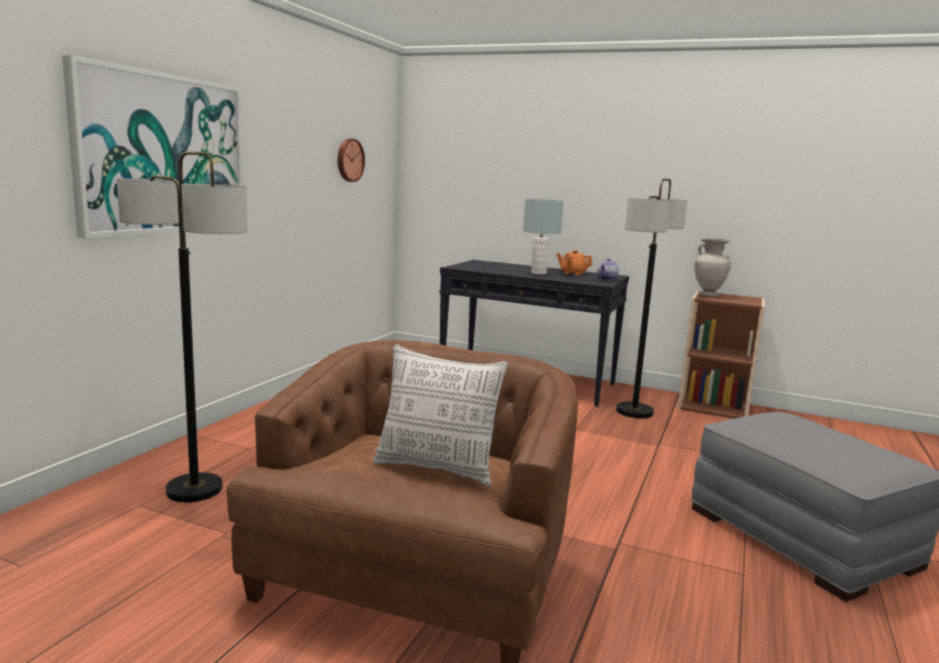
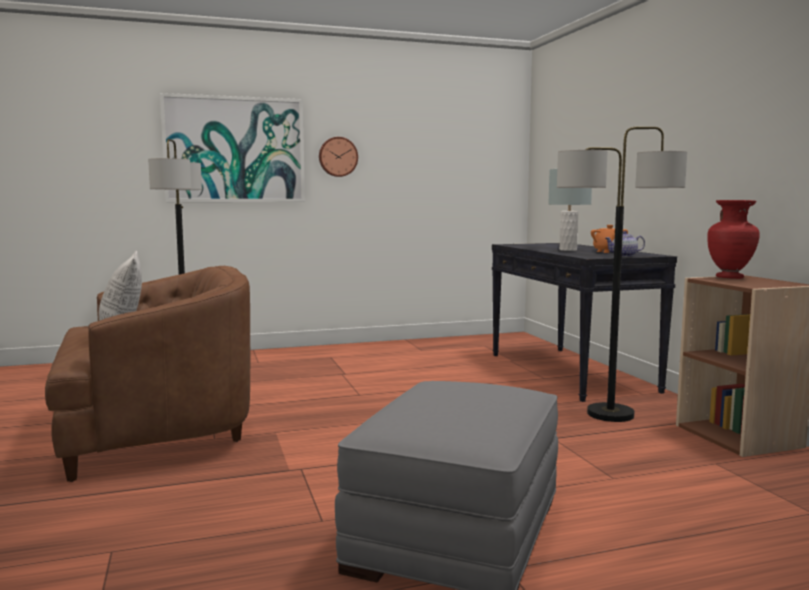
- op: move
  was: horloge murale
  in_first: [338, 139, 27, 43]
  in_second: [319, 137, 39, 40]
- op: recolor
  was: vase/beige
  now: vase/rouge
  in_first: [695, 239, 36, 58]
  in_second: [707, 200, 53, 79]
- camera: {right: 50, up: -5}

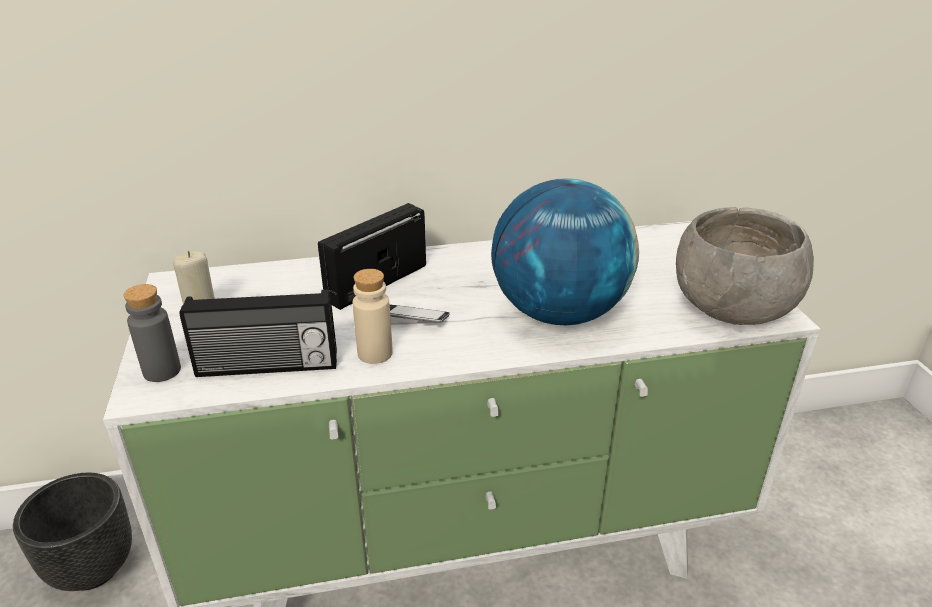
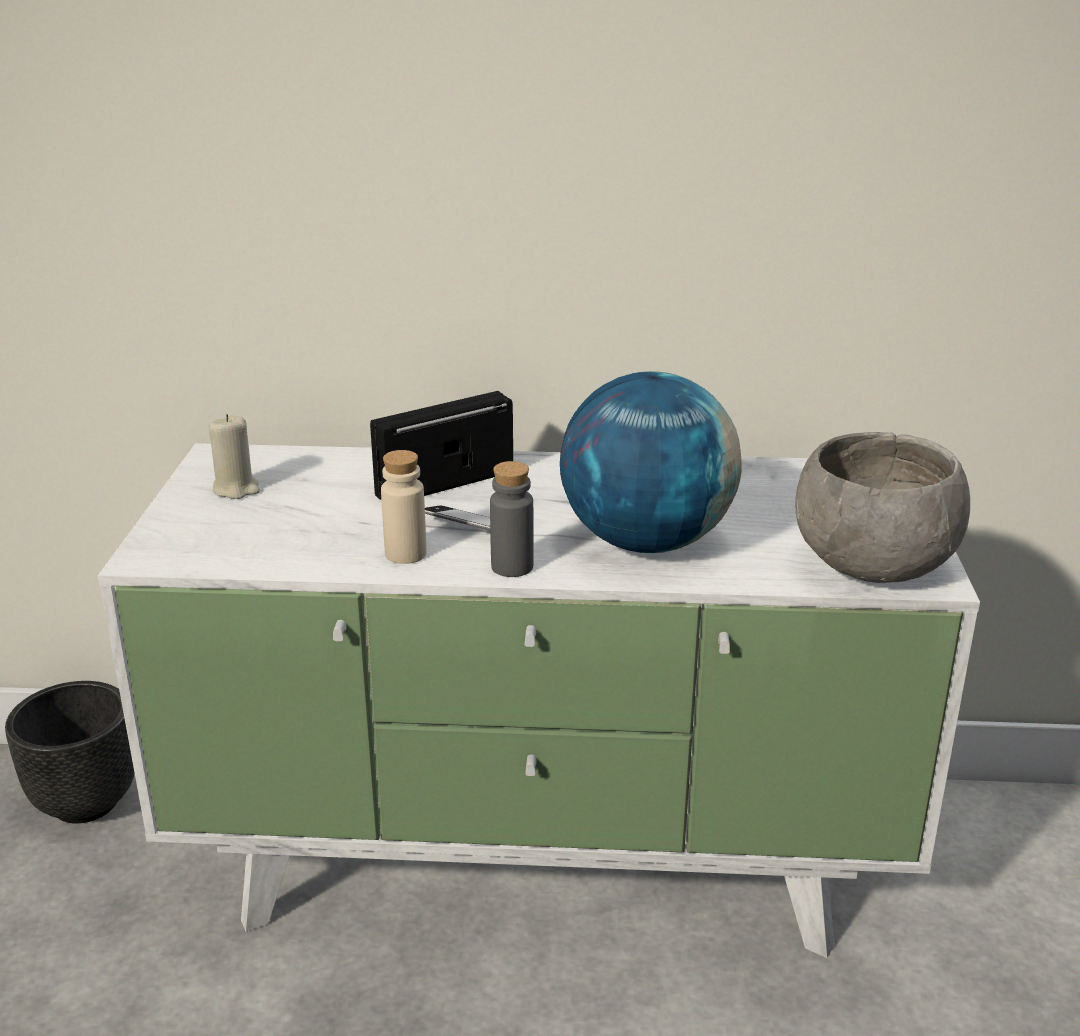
- op: move
  was: bouteille/gris
  in_first: [123, 284, 58, 98]
  in_second: [490, 461, 44, 116]
- op: delete
  was: radio
  in_first: [179, 289, 158, 88]
- camera: {right: 15, up: -5}

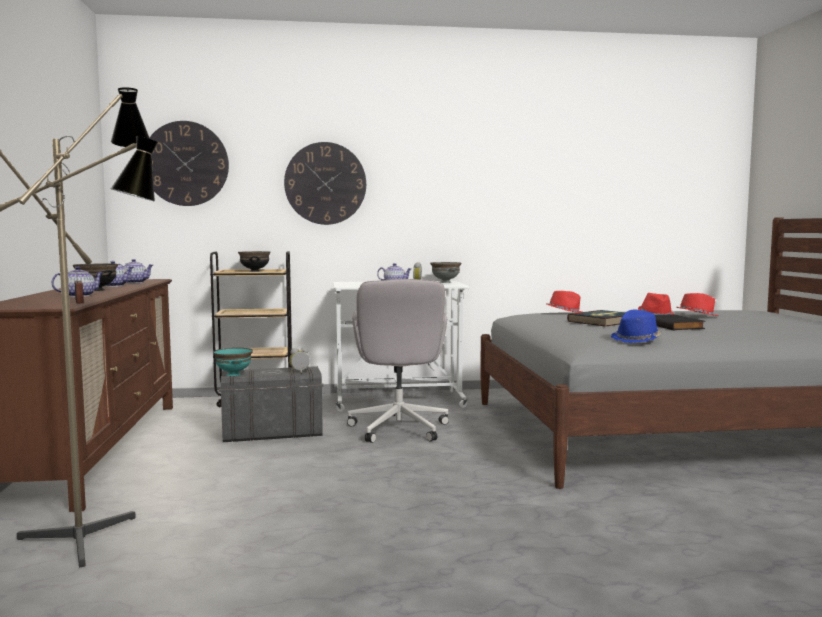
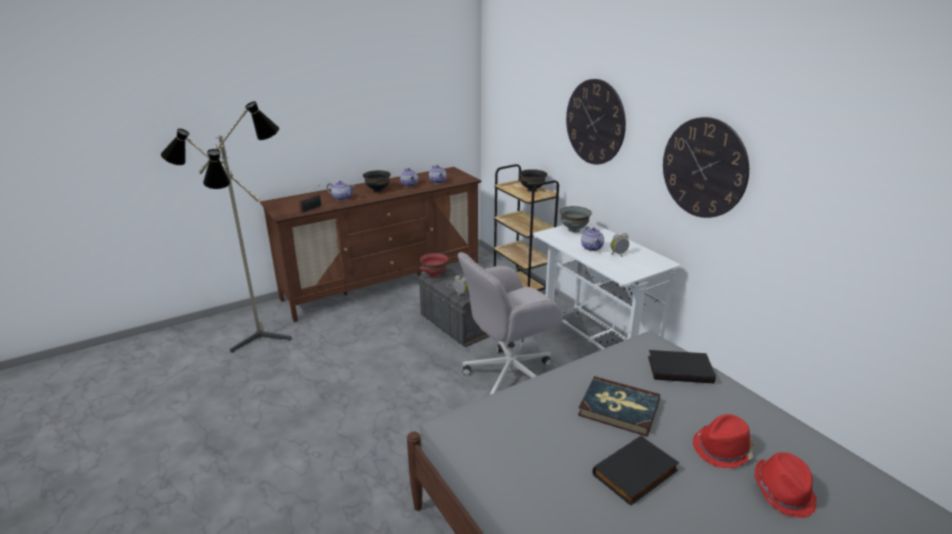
- op: move
  was: horloge murale
  in_first: [150, 121, 79, 85]
  in_second: [663, 117, 86, 101]
- op: move
  was: bol/gris
  in_first: [430, 262, 31, 21]
  in_second: [560, 206, 32, 26]
- op: replace
  was: chapeau/rouge
  now: livre/noir
  in_first: [546, 291, 36, 22]
  in_second: [648, 350, 68, 33]
- op: delete
  was: chapeau/bleu
  in_first: [611, 310, 50, 33]
- op: recolor
  was: bol/turquoise
  now: bol/rouge
  in_first: [213, 348, 40, 28]
  in_second: [419, 253, 29, 24]
- camera: {right: 65, up: 20}

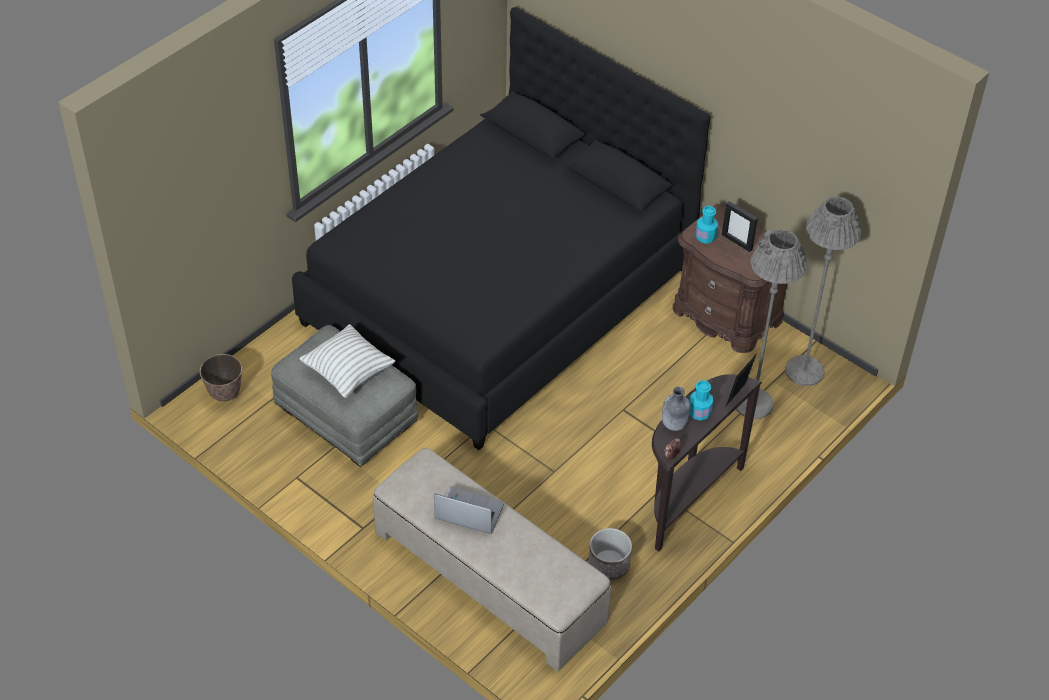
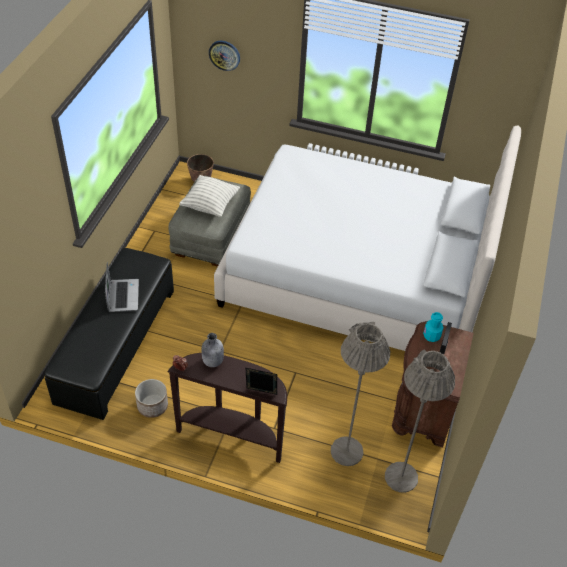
- op: recolor
  was: lit/noir
  now: lit/blanc
  in_first: [292, 7, 418, 443]
  in_second: [214, 125, 307, 226]
- op: delete
  was: bouteille/turquoise
  in_first: [689, 380, 24, 41]
- op: recolor
  was: banc/beige
  now: banc/noir
  in_first: [373, 448, 238, 223]
  in_second: [44, 248, 130, 172]
- op: insert
  now: horloge murale
  in_second: [209, 41, 31, 30]
- camera: {right: 65, up: 0}

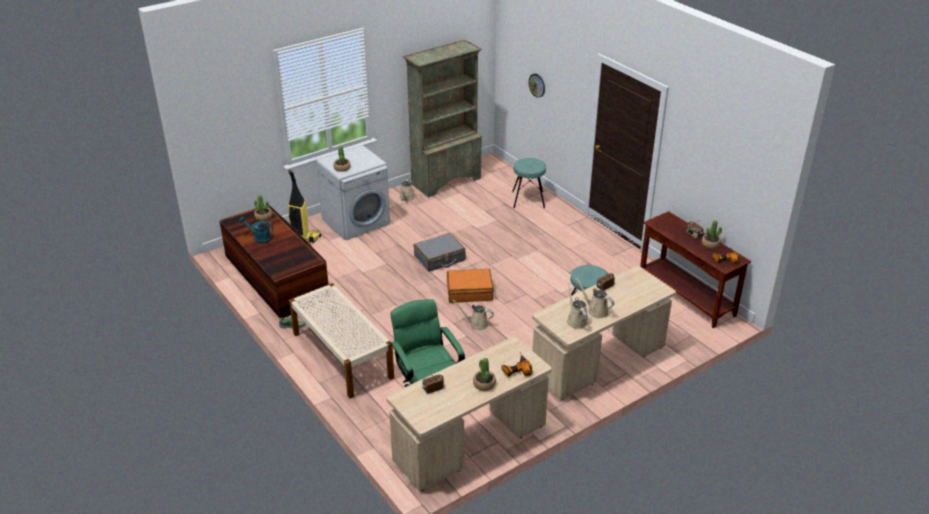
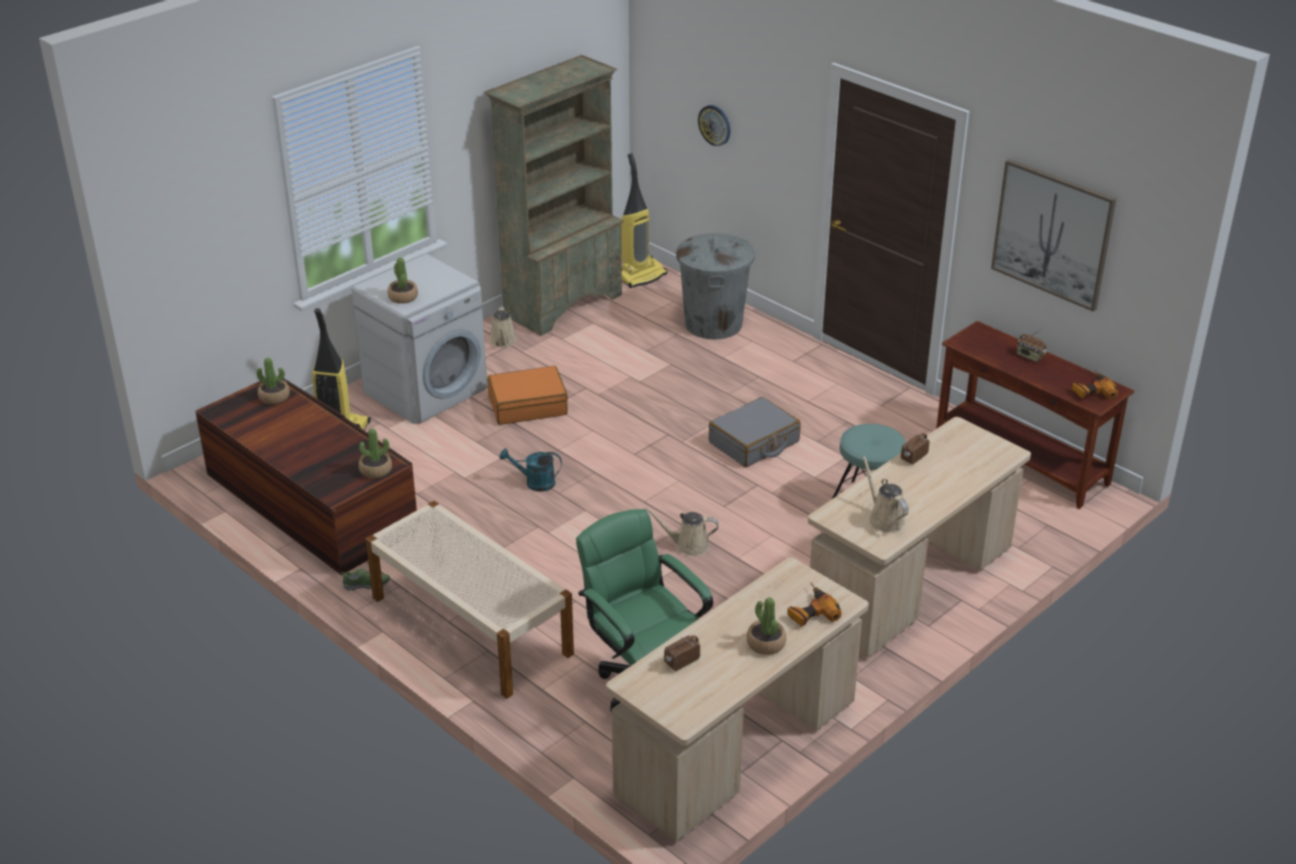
- op: replace
  was: tabouret/turquoise
  now: poubelle/gris
  in_first: [512, 158, 34, 50]
  in_second: [676, 233, 79, 106]
- op: move
  was: arrosoir/turquoise
  in_first: [239, 217, 34, 27]
  in_second: [500, 449, 62, 43]
- op: move
  was: plante en pot
  in_first: [702, 220, 20, 29]
  in_second: [359, 428, 33, 50]
- op: move
  was: valise/gris
  in_first: [414, 233, 51, 38]
  in_second: [709, 397, 92, 70]
- op: move
  was: valise/orange
  in_first: [447, 269, 46, 34]
  in_second: [487, 366, 81, 59]
- op: delete
  was: arrosoir/beige
  in_first: [576, 277, 38, 42]
- op: insert
  now: aspirateur
  in_second: [621, 153, 47, 135]
- op: insert
  now: tableau
  in_second: [991, 159, 125, 152]
- camera: {right: -10, up: 0}

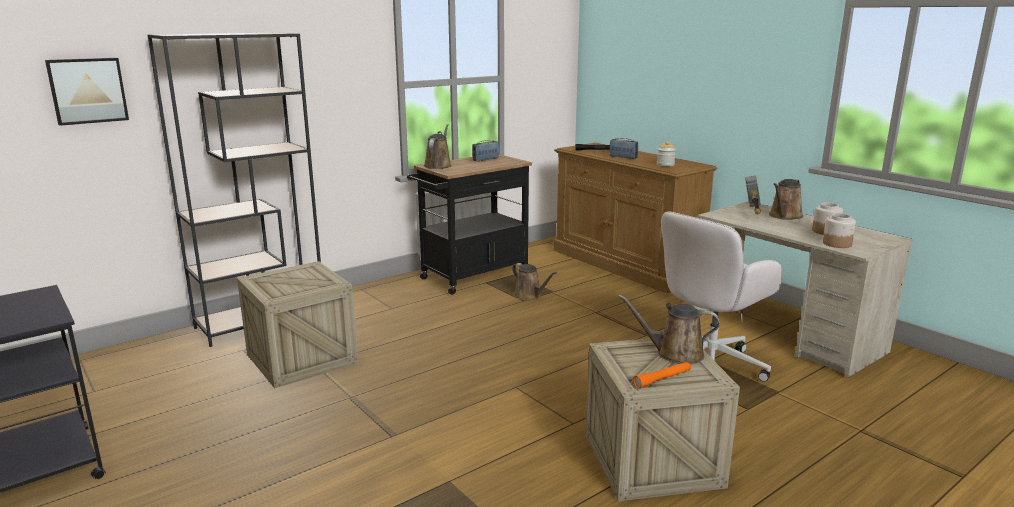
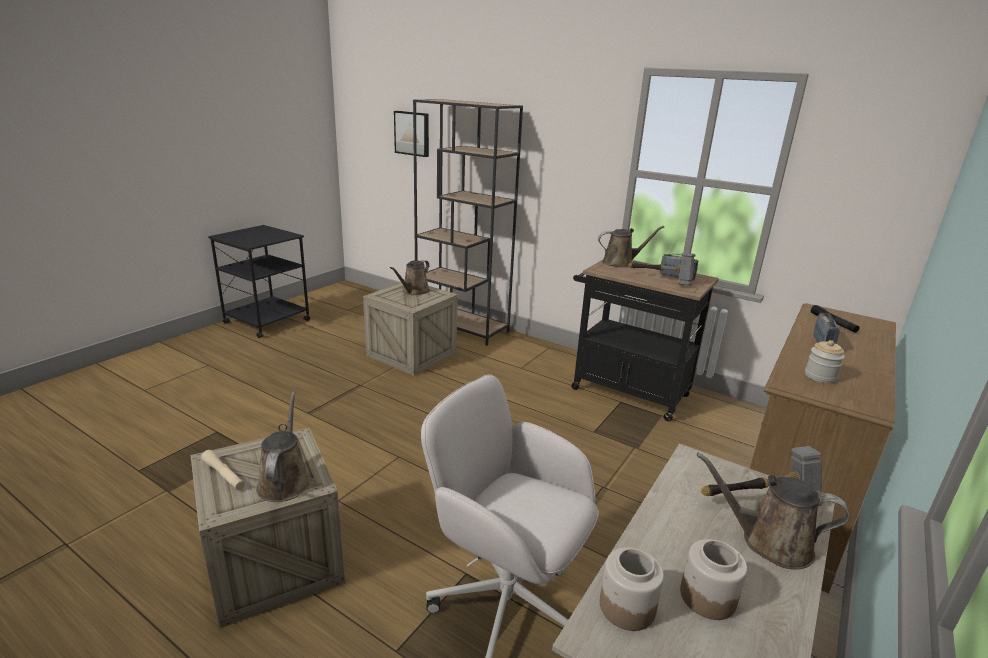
- op: move
  was: arrosoir/marron
  in_first: [512, 263, 45, 37]
  in_second: [390, 260, 40, 35]
- op: recolor
  was: lampe de poche/orange
  now: lampe de poche/beige
  in_first: [633, 362, 58, 27]
  in_second: [201, 450, 44, 40]
- op: insert
  now: marteau
  in_second: [628, 253, 67, 32]
- camera: {right: 70, up: 5}

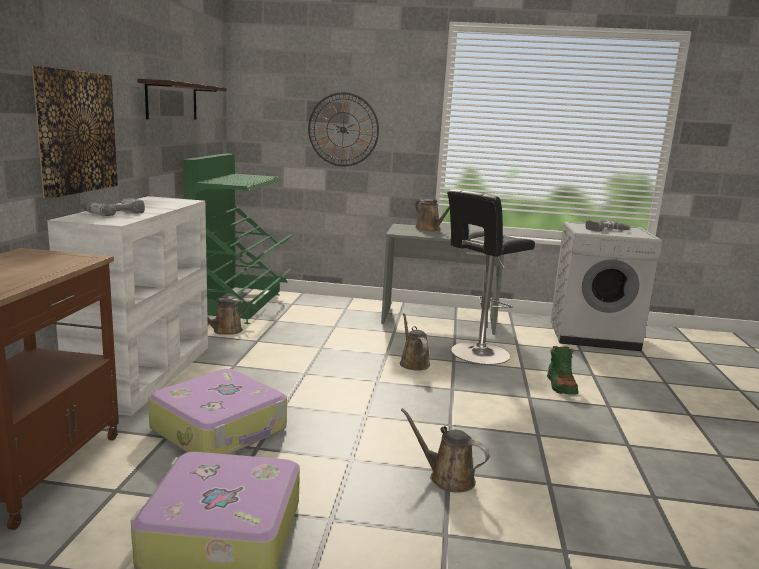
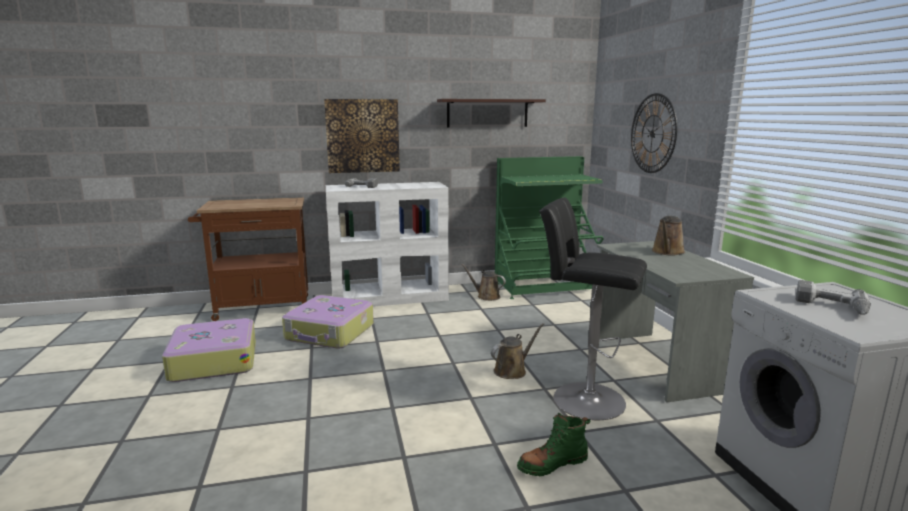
- op: delete
  was: arrosoir/marron
  in_first: [401, 408, 89, 84]
- camera: {right: 70, up: 0}

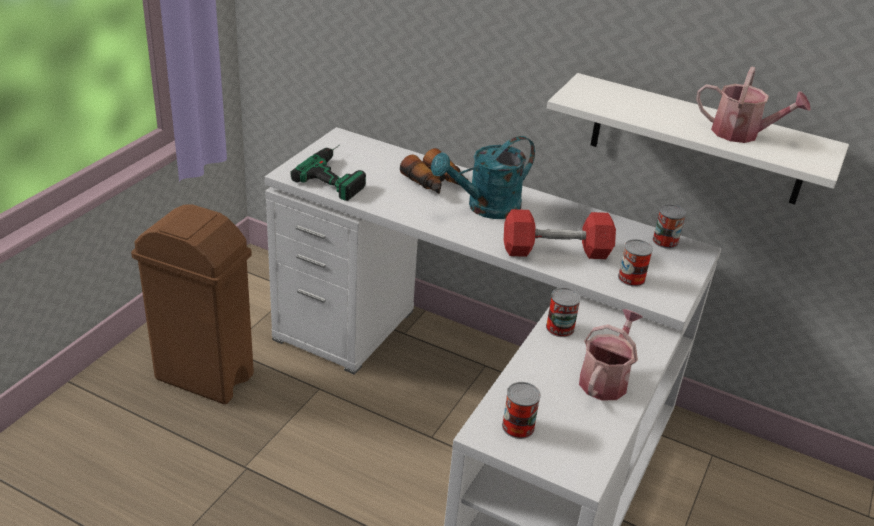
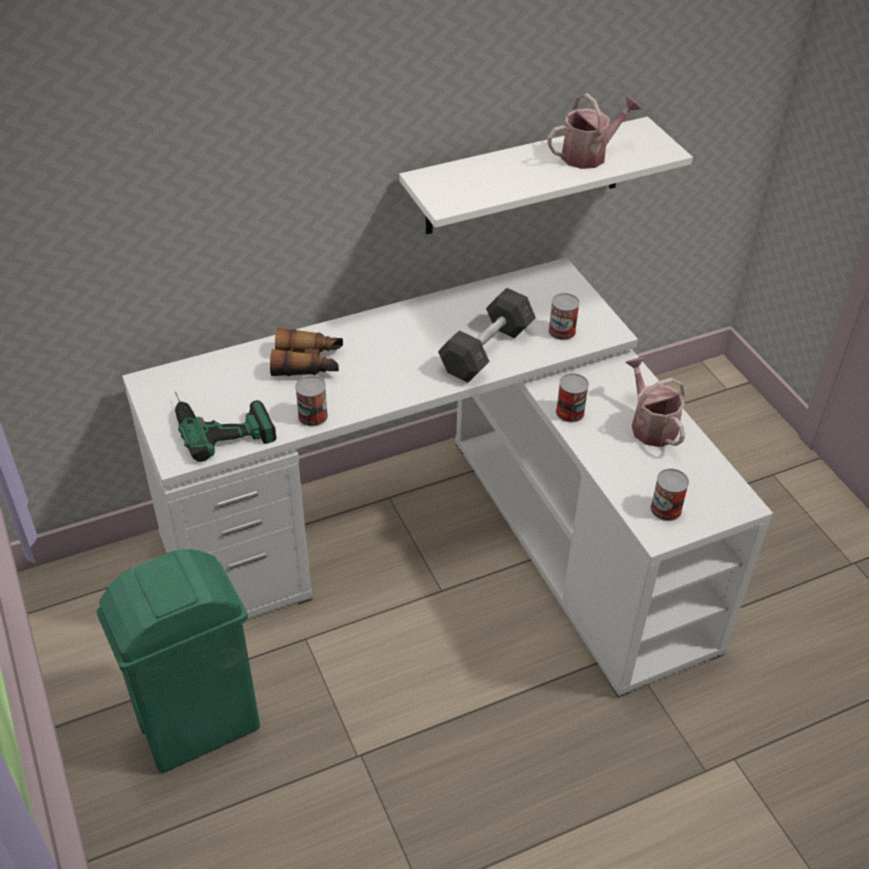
- op: delete
  was: arrosoir/turquoise
  in_first: [431, 136, 104, 83]
- op: recolor
  was: poubelle/marron
  now: poubelle/vert
  in_first: [131, 204, 123, 200]
  in_second: [97, 549, 163, 224]
- op: move
  was: boîte métallique
  in_first: [652, 204, 34, 45]
  in_second: [295, 376, 33, 51]
- op: recolor
  was: haltère/rouge
  now: haltère/gris
  in_first: [504, 209, 112, 50]
  in_second: [438, 288, 98, 95]
- camera: {right: -50, up: 10}

